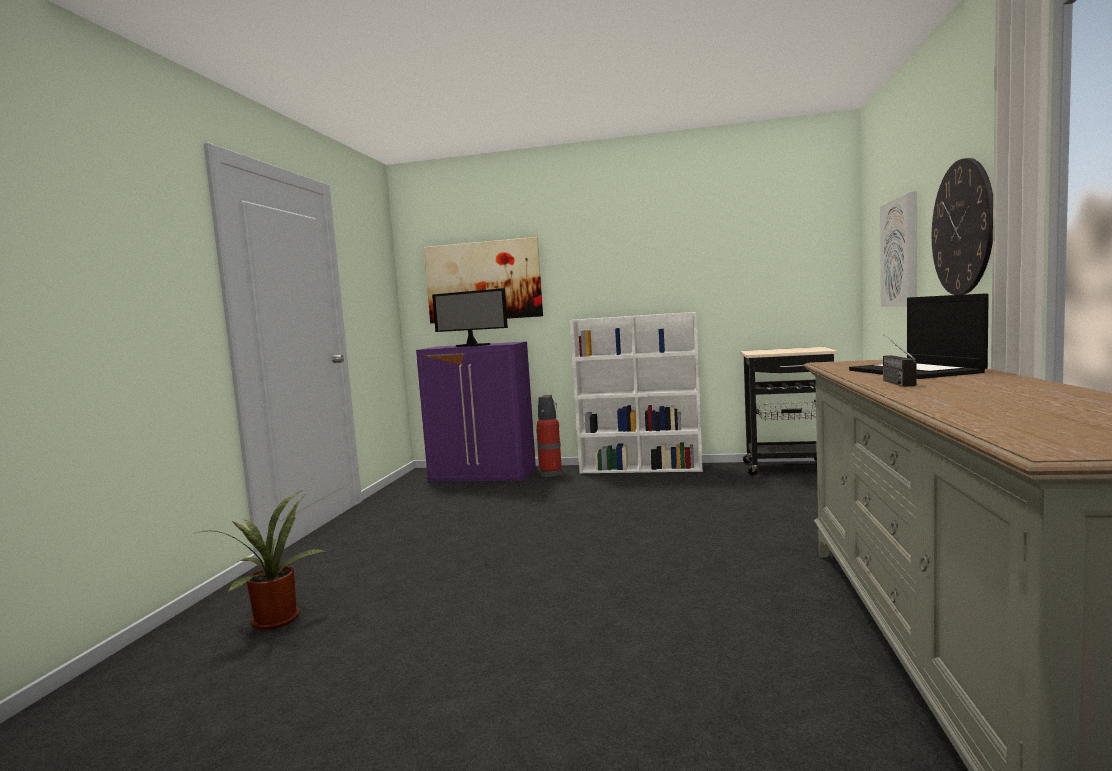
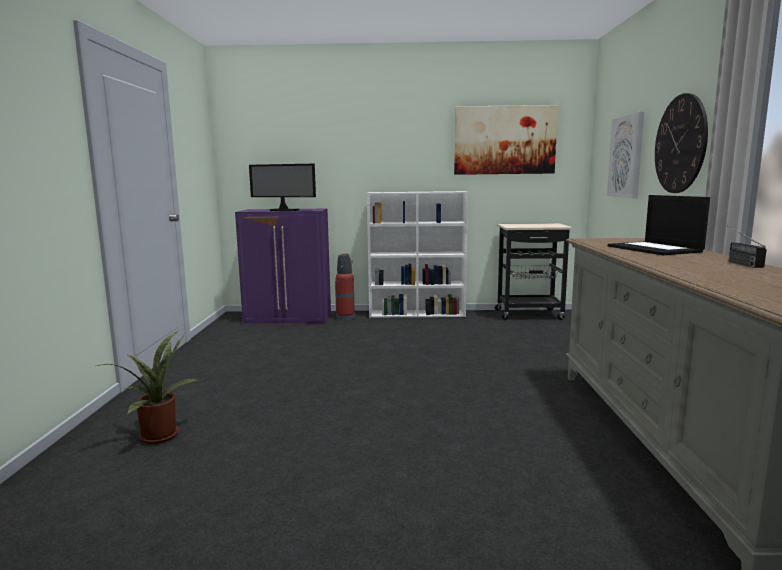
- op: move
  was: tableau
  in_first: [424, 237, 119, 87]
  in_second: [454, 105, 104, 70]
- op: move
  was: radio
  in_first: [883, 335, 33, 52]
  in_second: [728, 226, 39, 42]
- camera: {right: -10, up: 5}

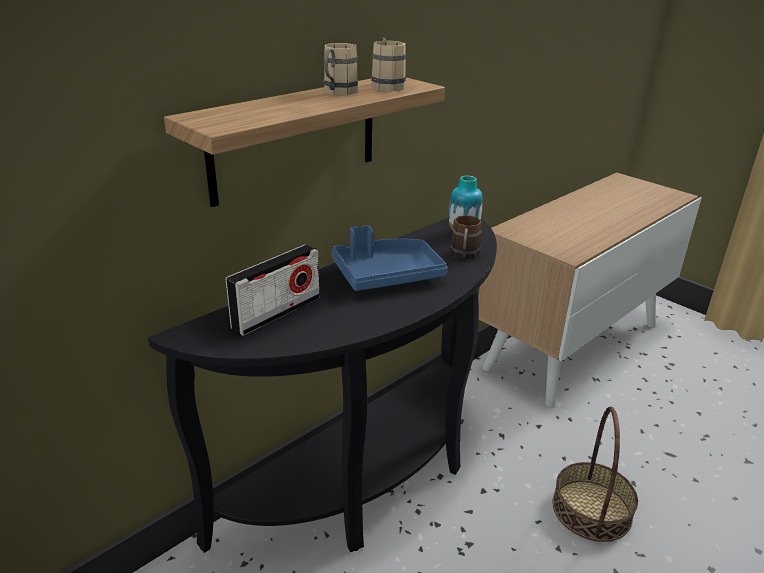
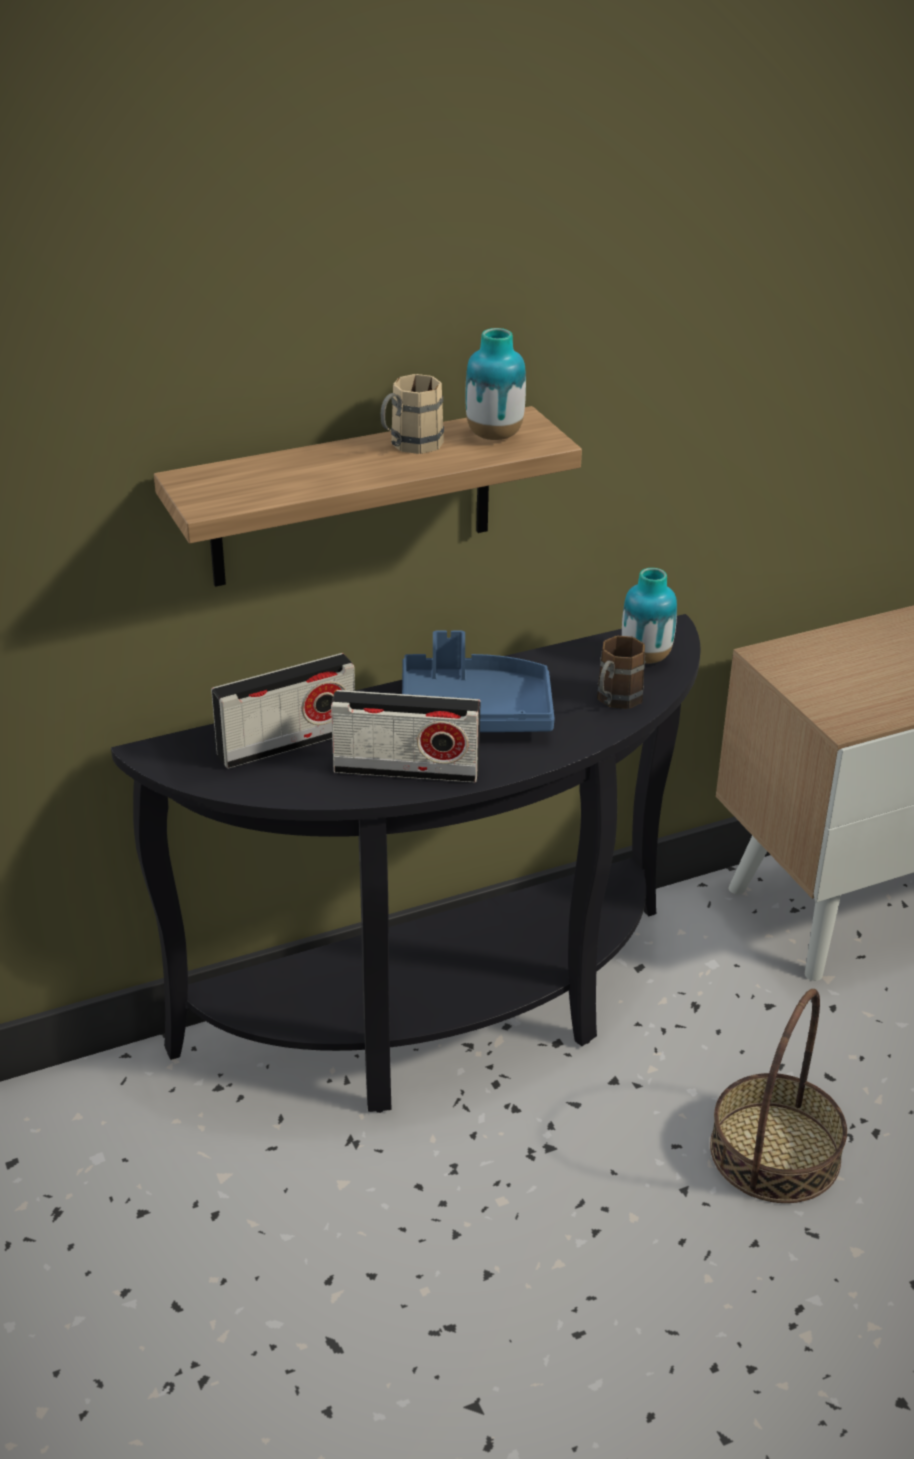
- op: replace
  was: mug/beige
  now: vase
  in_first: [371, 38, 35, 54]
  in_second: [465, 328, 61, 112]
- op: insert
  now: radio
  in_second: [331, 690, 149, 93]
- camera: {right: 20, up: 5}

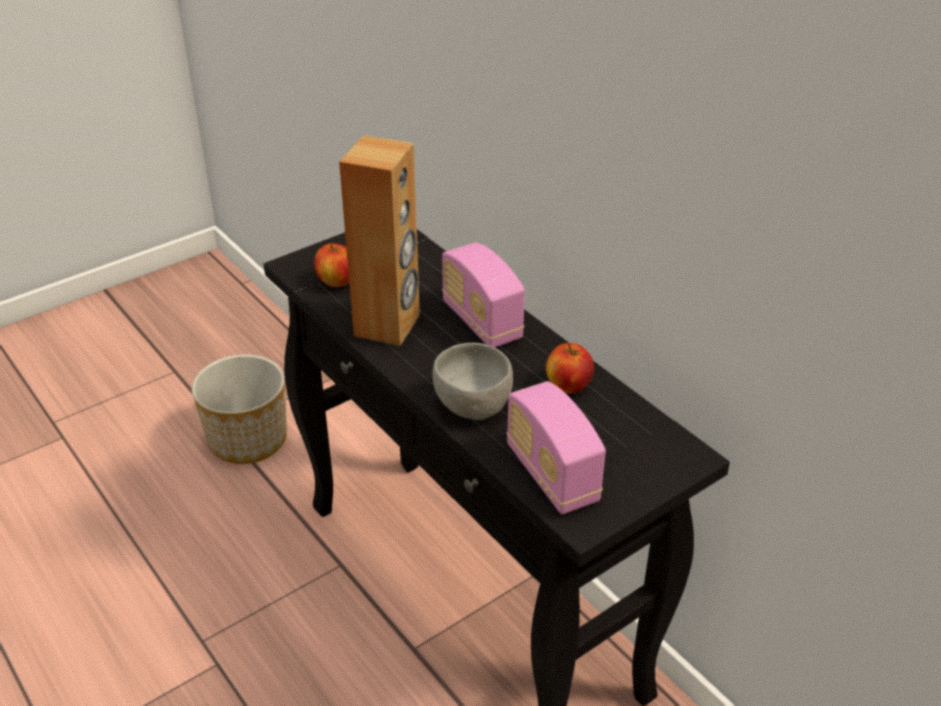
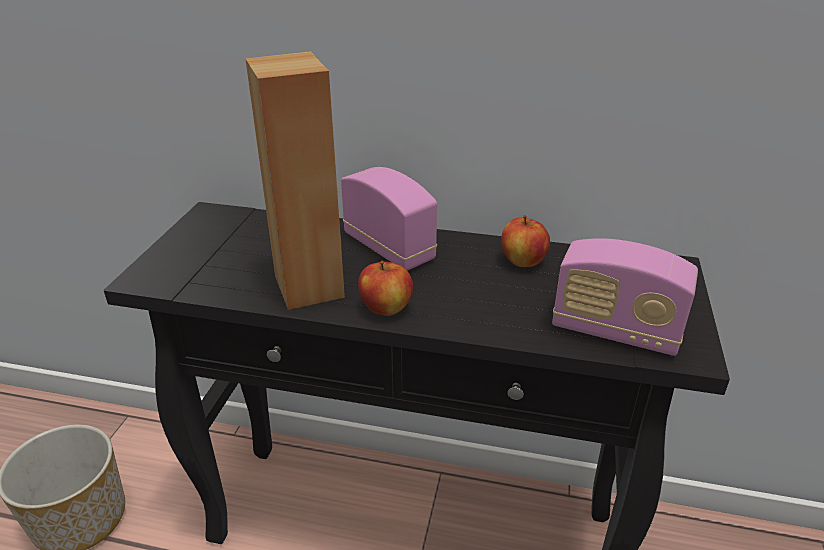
- op: move
  was: pomme
  in_first: [314, 243, 35, 44]
  in_second: [358, 261, 55, 55]
- op: rotate
  was: radio
  in_first: [442, 243, 83, 105]
  in_second: [341, 167, 96, 104]
  clockwise: -150
- op: delete
  was: bol/gris
  in_first: [432, 343, 81, 77]
- camera: {right: -40, up: -5}

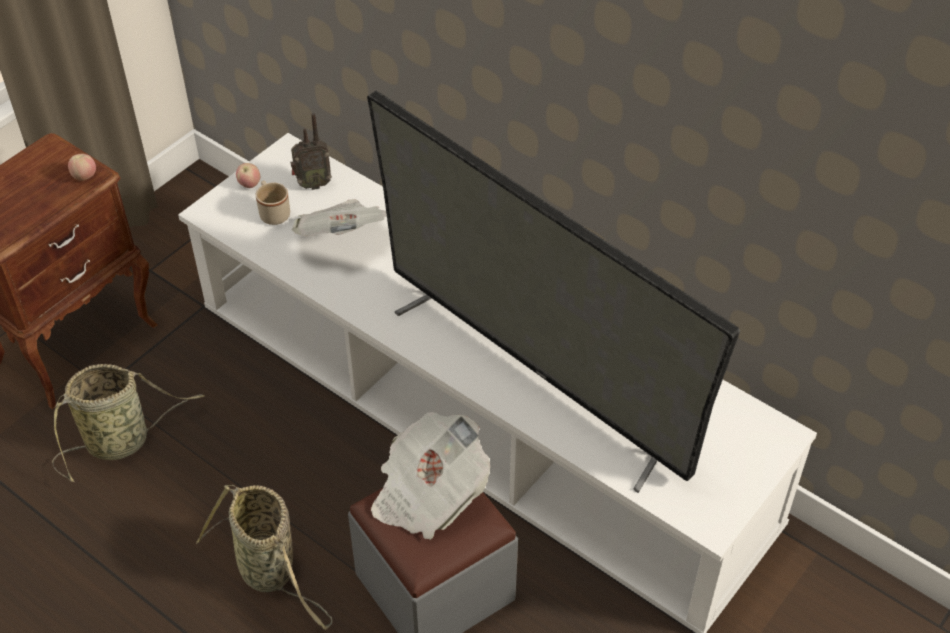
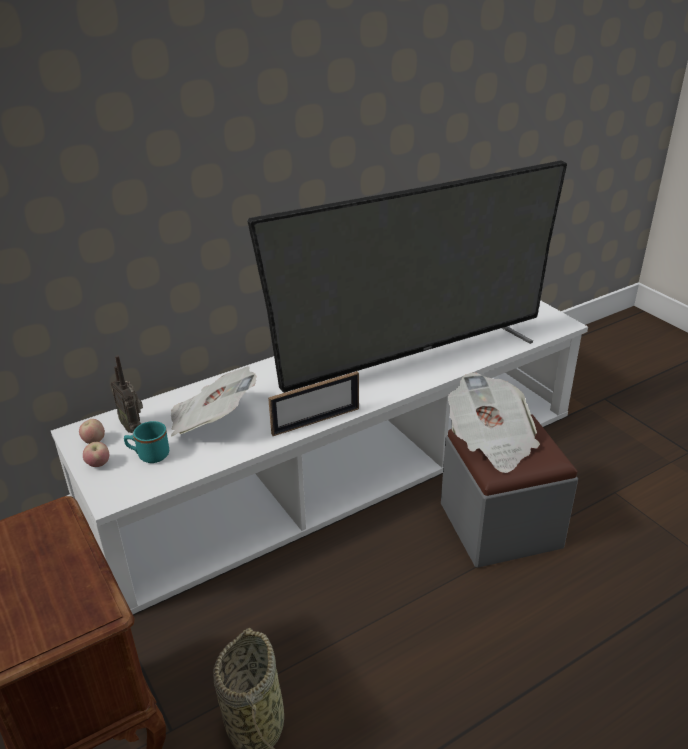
- op: rotate
  was: radio
  in_first: [290, 113, 42, 77]
  in_second: [111, 355, 32, 78]
  clockwise: 135
- op: move
  was: pomme
  in_first: [68, 154, 28, 27]
  in_second: [79, 419, 26, 25]
- op: recolor
  was: mug/beige
  now: mug/turquoise
  in_first: [256, 181, 34, 44]
  in_second: [124, 421, 45, 42]
- op: delete
  was: panier
  in_first: [196, 485, 136, 145]
- op: insert
  now: cadre photo
  in_second: [268, 371, 91, 65]
- camera: {right: -70, up: -15}

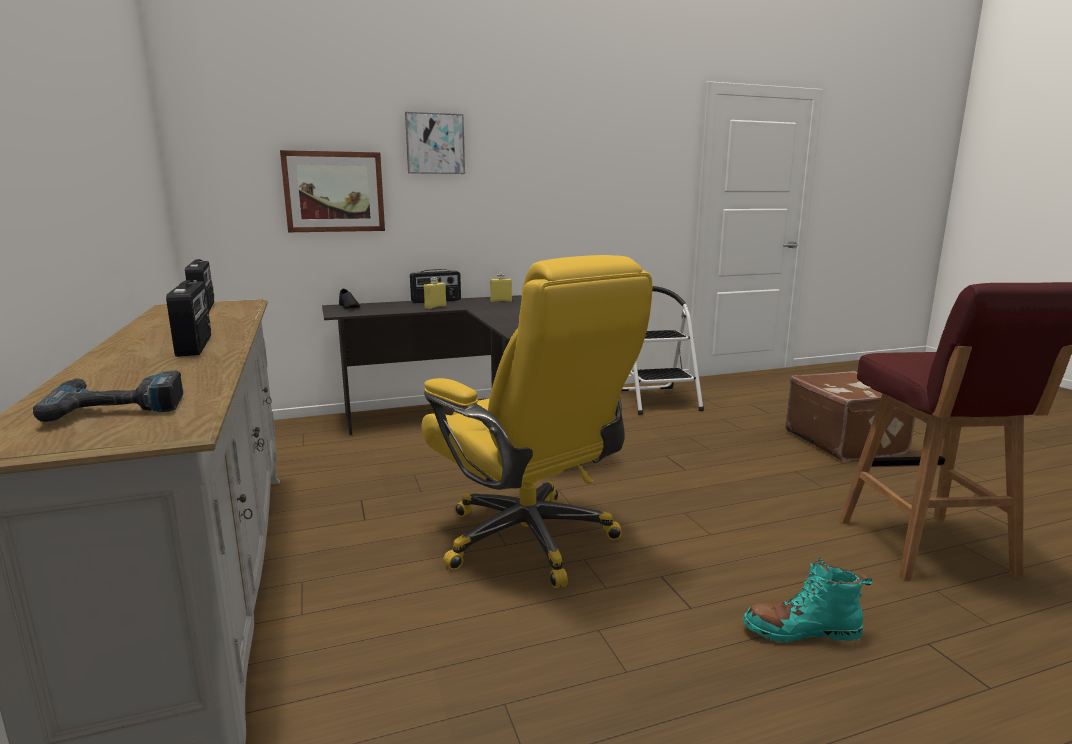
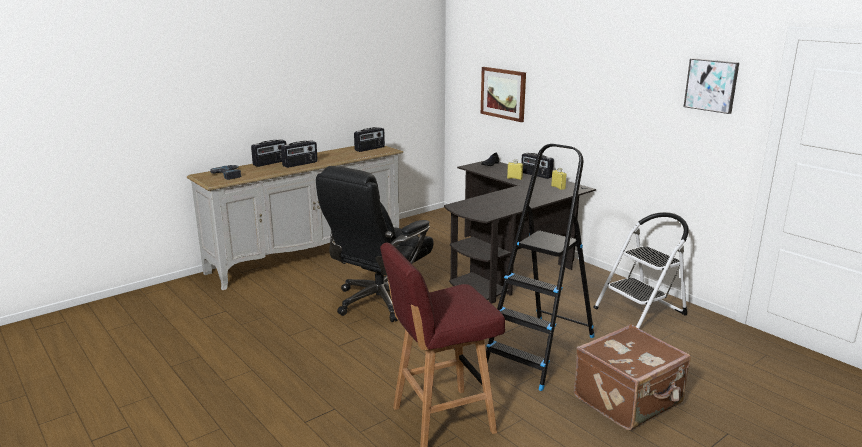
- op: move
  was: tableau
  in_first: [405, 112, 60, 62]
  in_second: [684, 58, 55, 56]
- op: recolor
  was: chaise de bureau/jaune
  now: chaise de bureau/noir
  in_first: [422, 255, 230, 333]
  in_second: [316, 166, 118, 156]
- op: delete
  was: botte/turquoise
  in_first: [743, 558, 130, 84]
- op: insert
  now: radio
  in_second: [251, 139, 36, 28]
- op: insert
  now: escabeau/noir
  in_second: [486, 144, 109, 247]
- camera: {right: 70, up: 5}

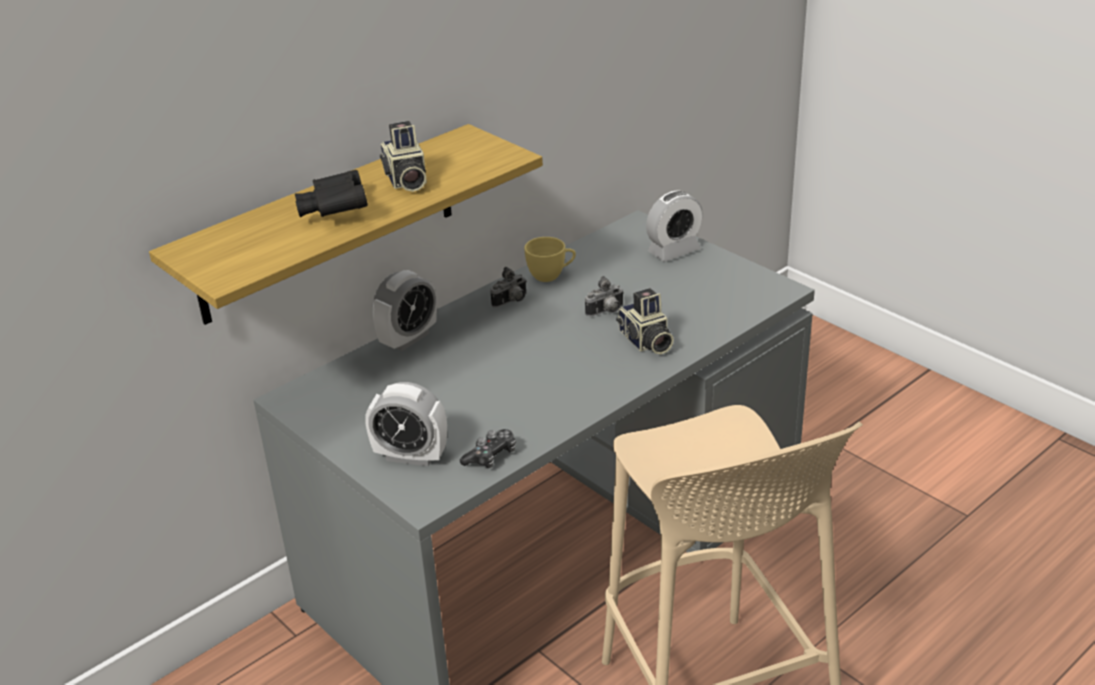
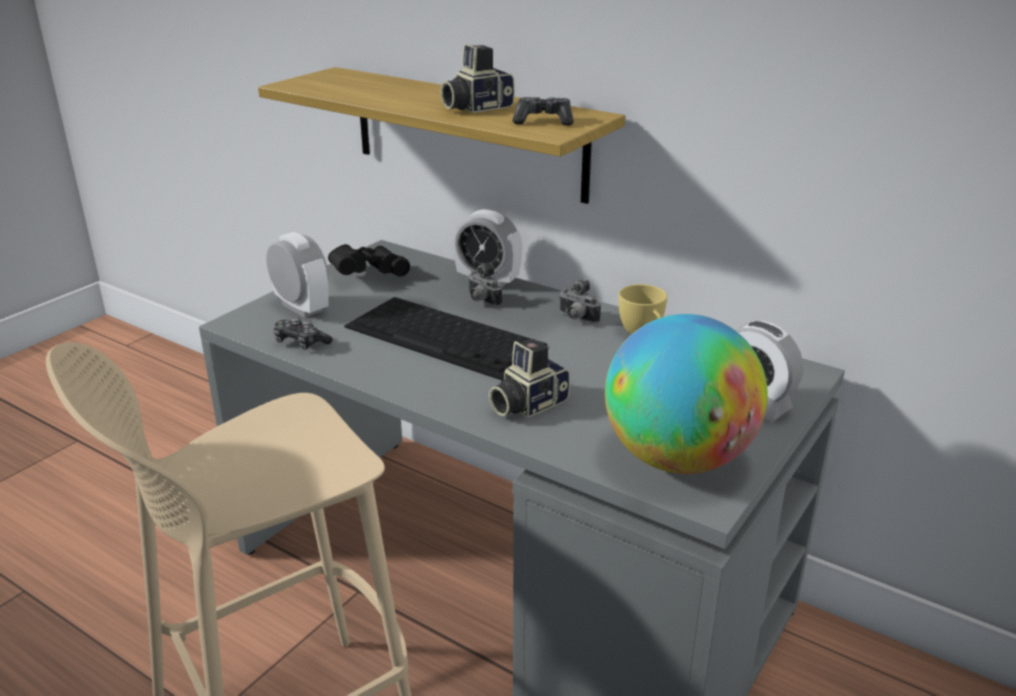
- op: move
  was: jumelles/noir
  in_first: [295, 170, 73, 48]
  in_second: [328, 244, 82, 33]
- op: move
  was: appareil photo
  in_first: [585, 276, 39, 40]
  in_second: [468, 263, 34, 44]
- op: rotate
  was: réveil
  in_first: [365, 382, 82, 84]
  in_second: [266, 232, 63, 86]
  clockwise: 135
- op: insert
  now: manette
  in_second: [513, 97, 61, 29]
- op: insert
  now: clavier
  in_second: [344, 297, 203, 83]
- op: insert
  now: globe
  in_second: [605, 314, 163, 160]
- camera: {right: 75, up: -5}

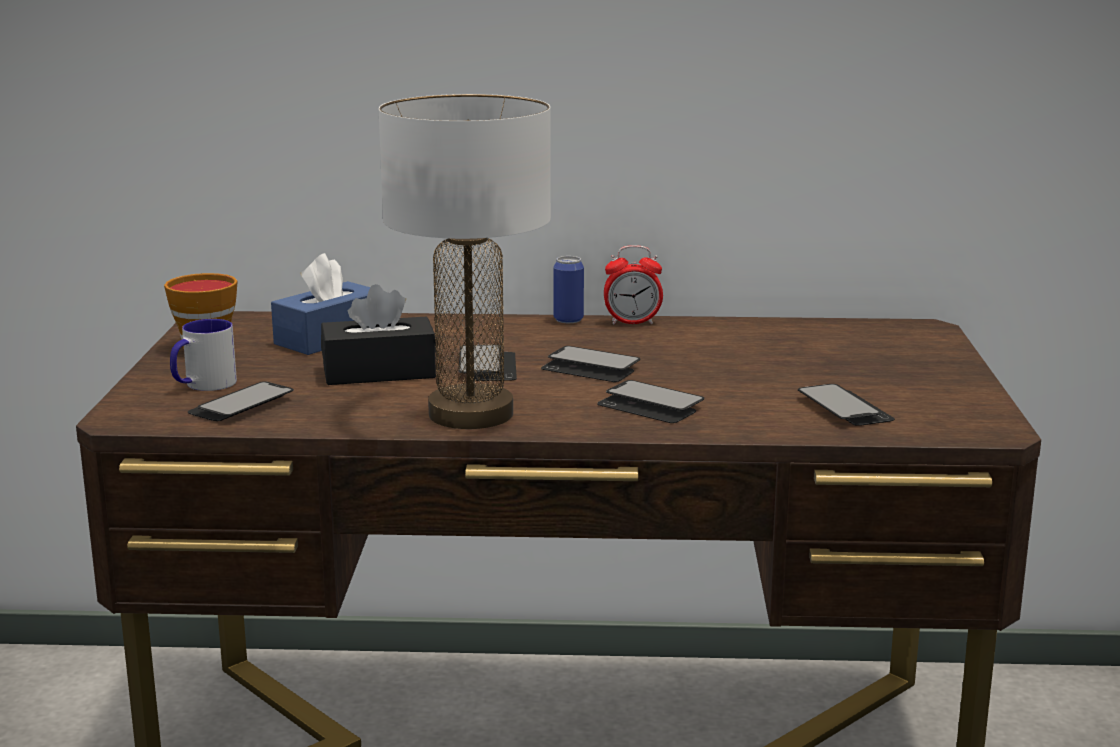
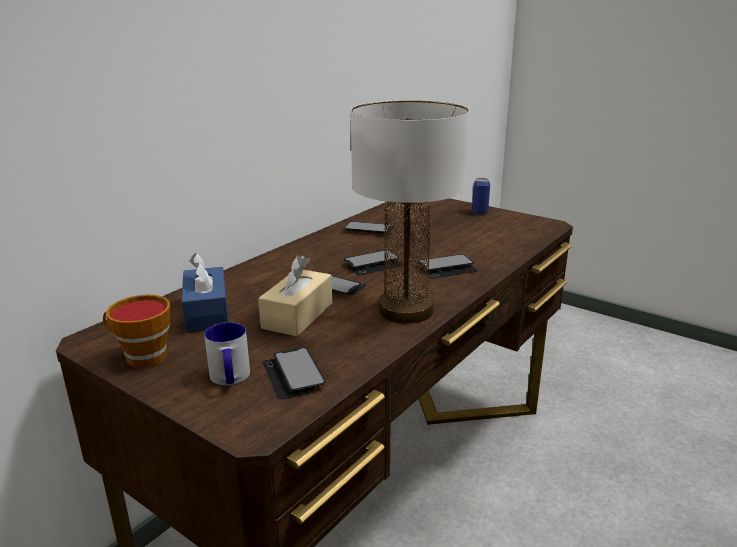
- op: delete
  was: réveil
  in_first: [604, 245, 59, 80]
- op: move
  was: boîte métallique
  in_first: [553, 256, 31, 67]
  in_second: [472, 178, 18, 36]
- op: recolor
  was: boîte à mouchoirs/noir
  now: boîte à mouchoirs/beige
  in_first: [321, 284, 115, 101]
  in_second: [258, 255, 74, 81]
- op: move
  was: téléphone
  in_first: [798, 384, 97, 42]
  in_second: [344, 221, 50, 13]
- camera: {right: -55, up: 5}

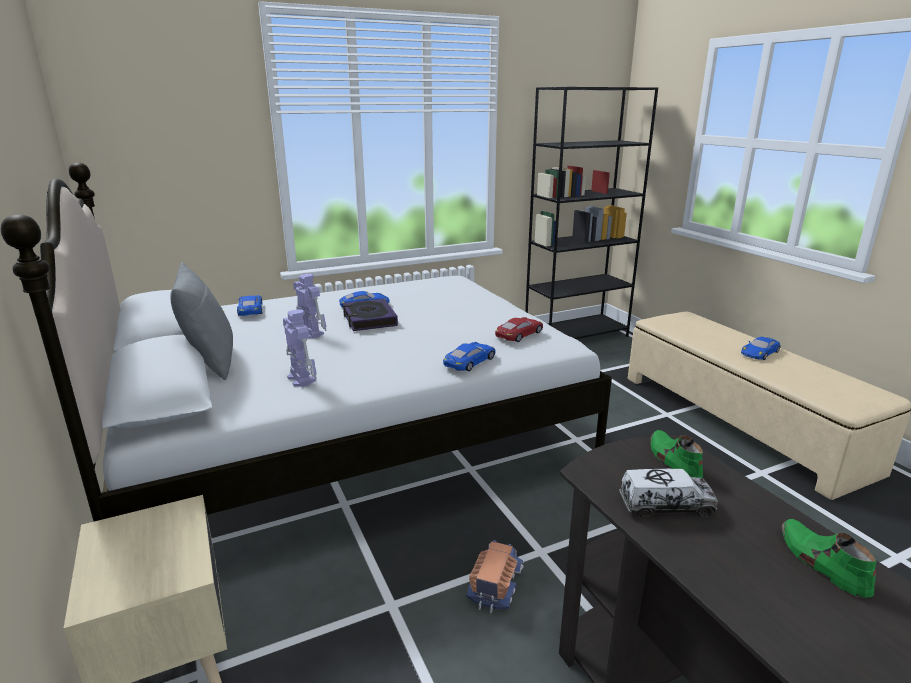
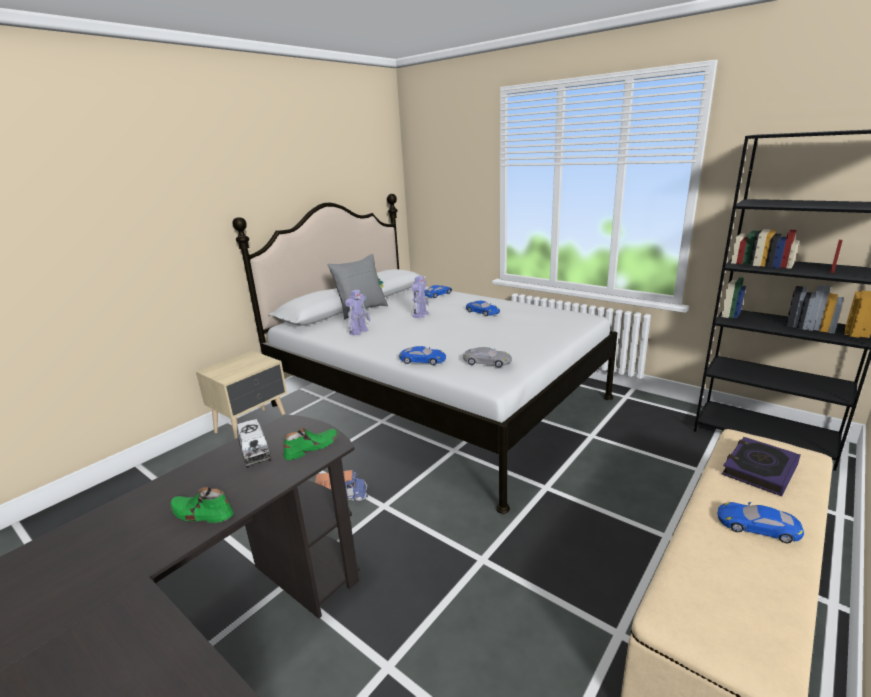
- op: move
  was: livre
  in_first: [343, 299, 55, 32]
  in_second: [722, 437, 78, 59]
- op: recolor
  was: petite voiture/rouge
  now: petite voiture/gris
  in_first: [495, 317, 48, 25]
  in_second: [463, 347, 49, 20]
- op: rotate
  was: chaussure/vert
  in_first: [782, 519, 94, 79]
  in_second: [170, 487, 63, 36]
  clockwise: -120
- camera: {right: 65, up: 0}

